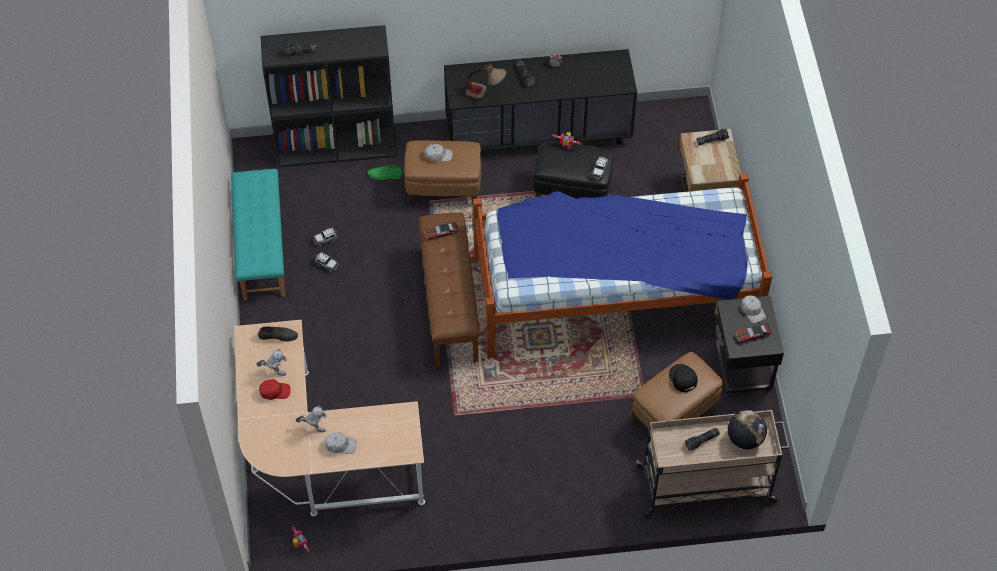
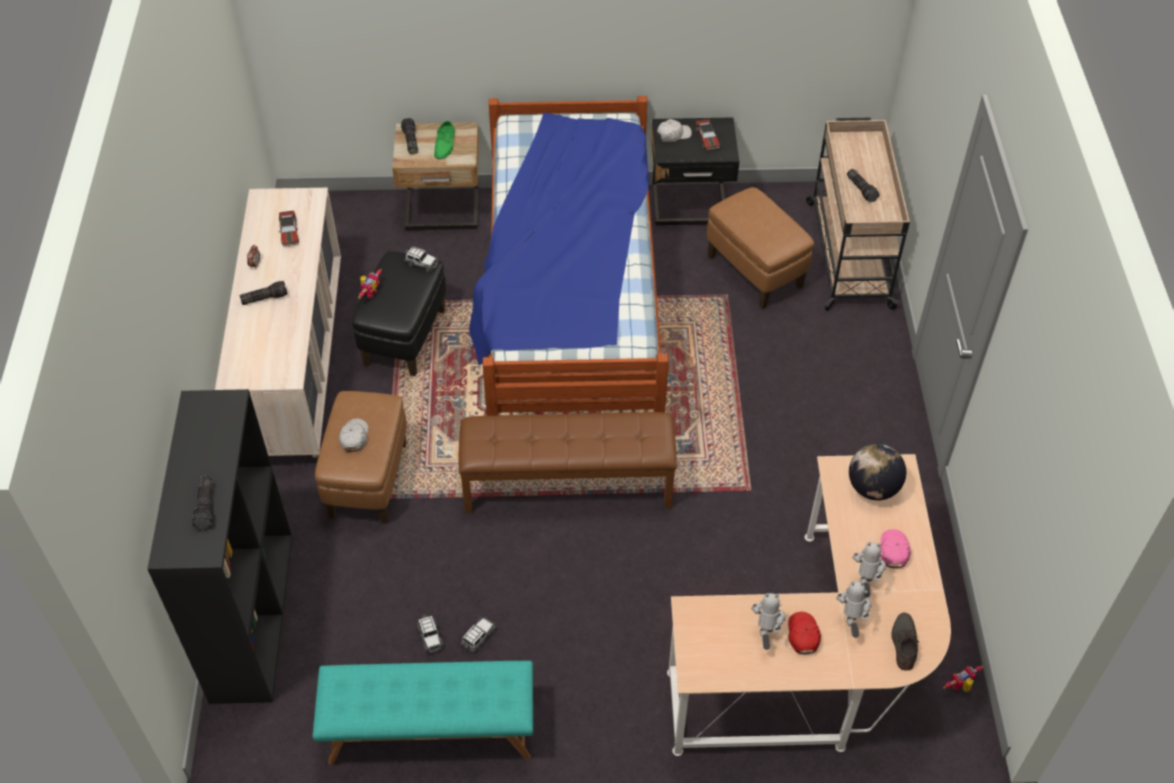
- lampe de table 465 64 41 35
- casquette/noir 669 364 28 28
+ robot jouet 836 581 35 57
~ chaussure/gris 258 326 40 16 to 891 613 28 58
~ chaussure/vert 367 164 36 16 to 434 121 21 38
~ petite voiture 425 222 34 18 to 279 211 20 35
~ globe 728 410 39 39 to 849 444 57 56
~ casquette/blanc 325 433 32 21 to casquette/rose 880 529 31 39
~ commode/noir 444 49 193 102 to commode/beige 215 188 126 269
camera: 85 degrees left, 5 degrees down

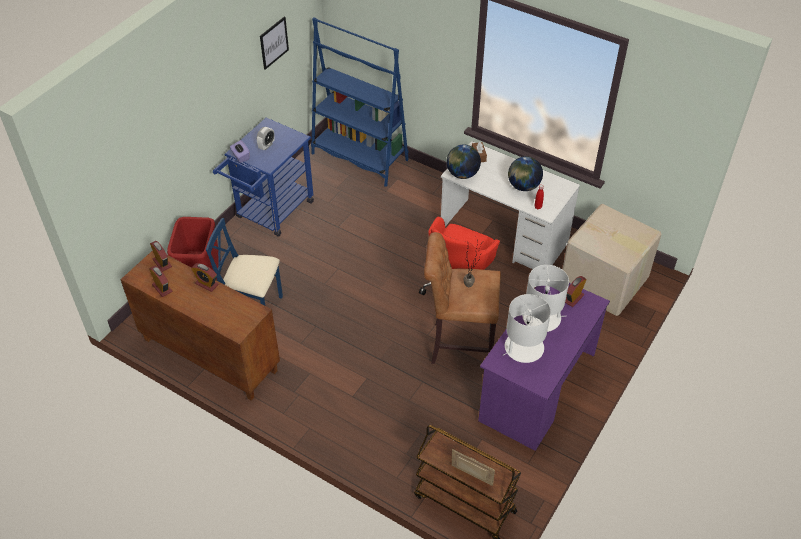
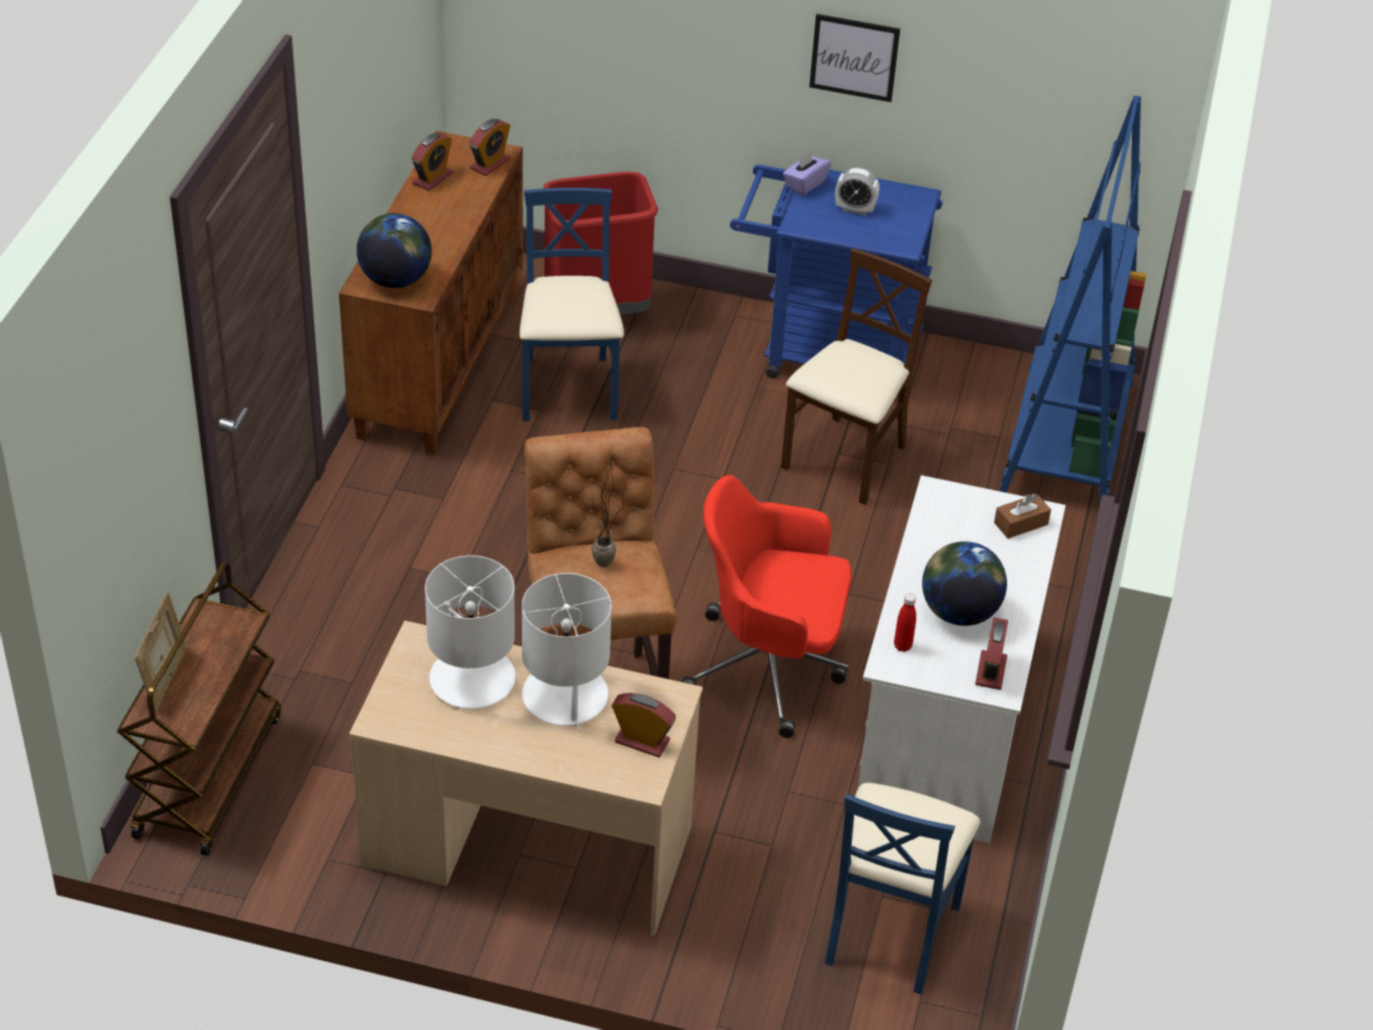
+ chaise/beige 781 248 151 257
~ réveil 191 263 28 29 to 975 618 33 72
~ tableau 260 16 29 54 to 809 14 91 88
~ globe 446 144 35 35 to 357 213 75 75
~ carton 562 204 100 112 to chaise/bleu 825 783 155 211
~ bureau/violet 478 283 132 168 to bureau/beige 349 620 354 316
camera: 70 degrees right, 5 degrees down

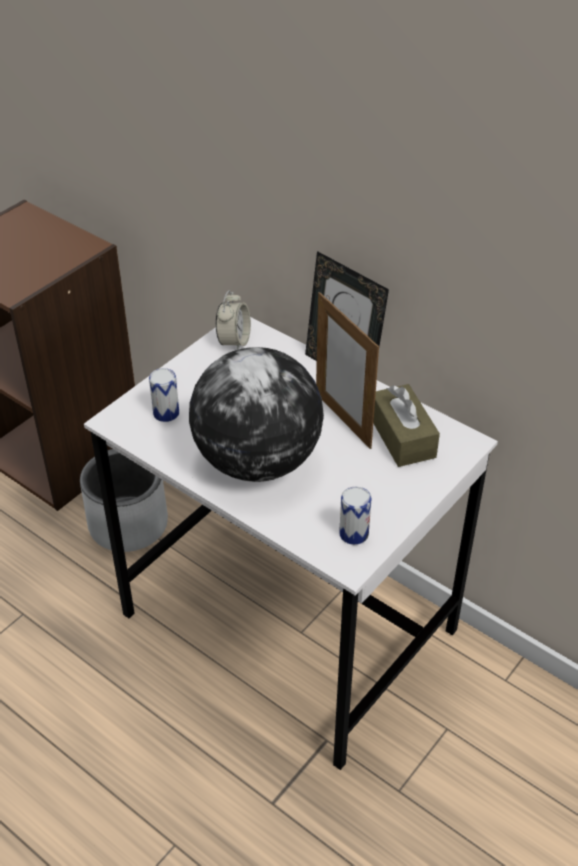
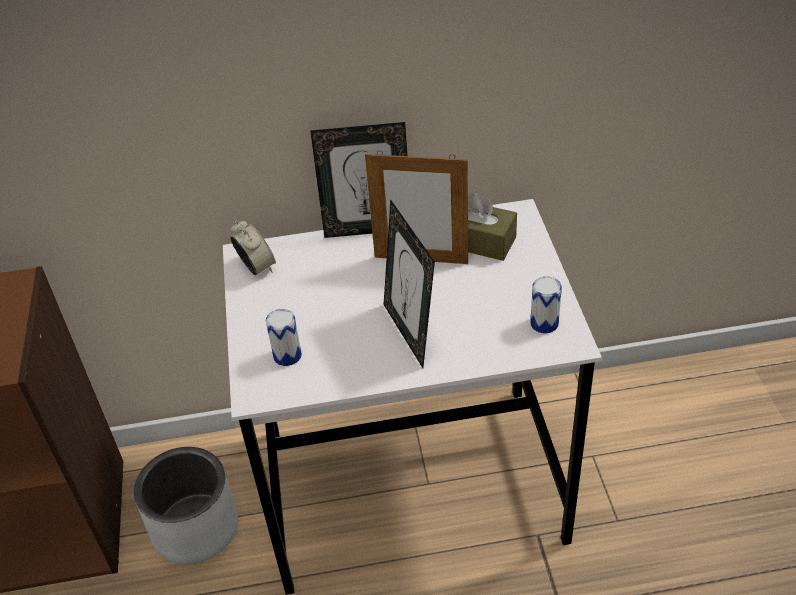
~ globe 189 347 135 135 to cadre photo 384 199 51 169
camera: 45 degrees left, 0 degrees up

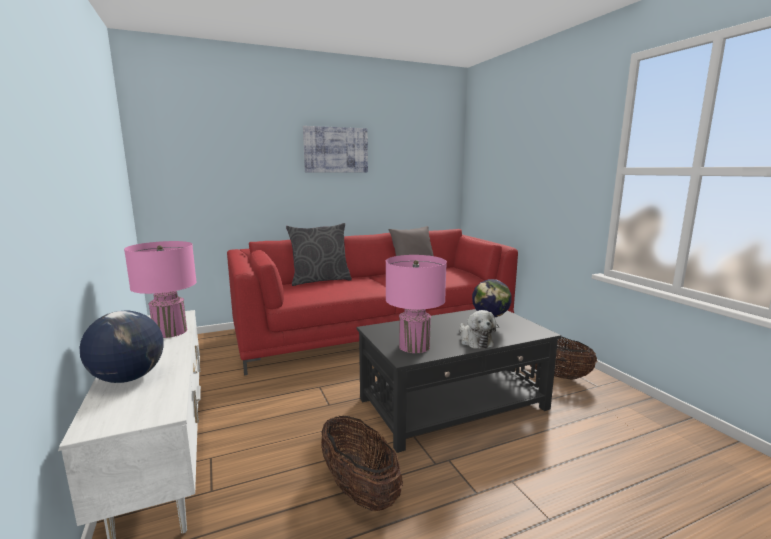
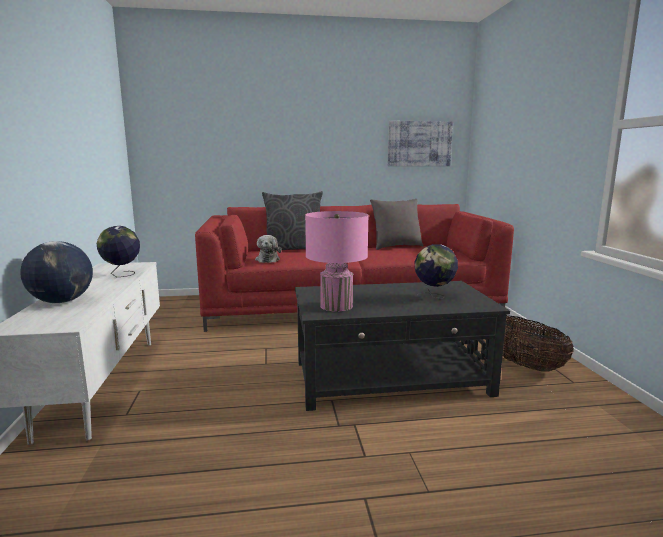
- panier 321 415 82 96
~ tableau 303 126 65 47 to 388 121 65 45
~ peluche 459 310 37 39 to 255 235 26 28
~ lampe de table/rose 124 241 73 97 to globe 97 226 43 51
camera: 15 degrees right, 0 degrees up

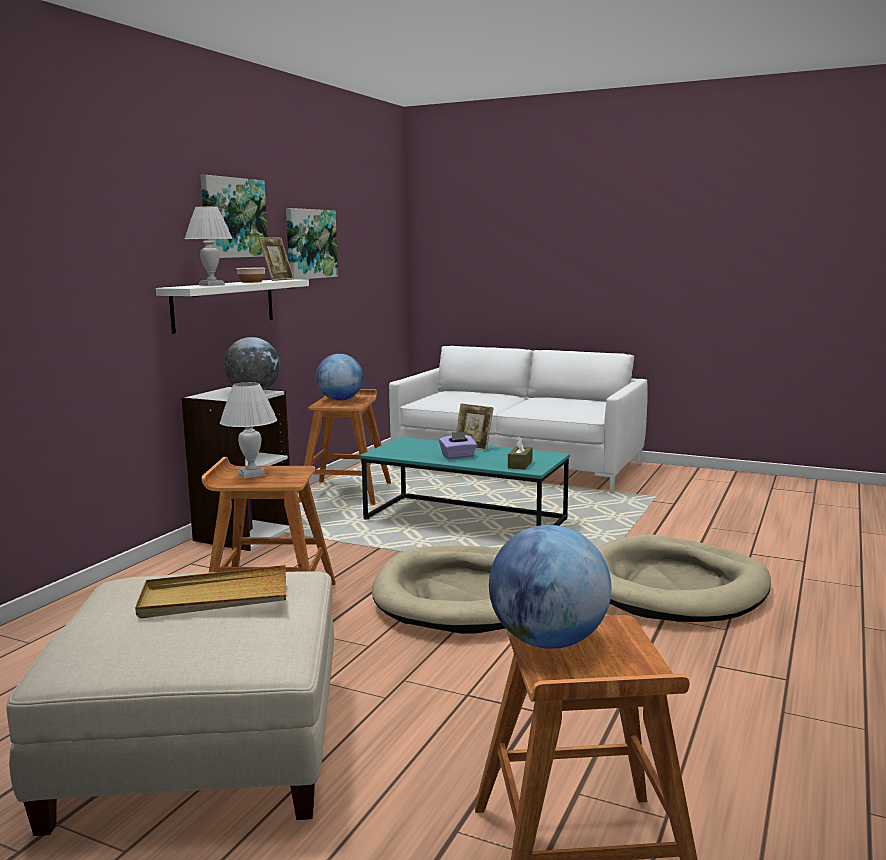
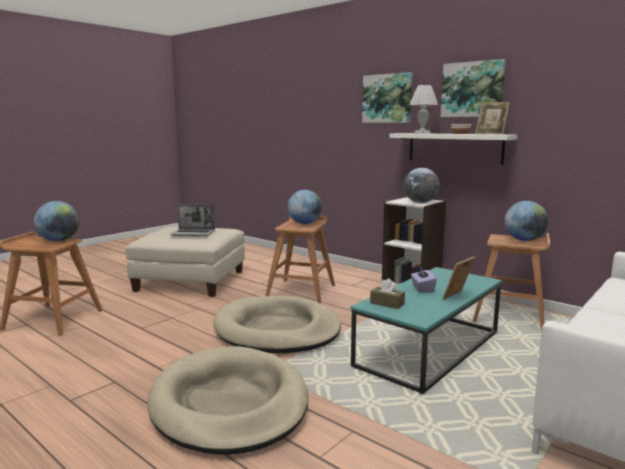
~ tableau 286 208 52 72 to 362 72 51 51
~ plateau/beige 135 565 151 54 to ordinateur portable 170 205 45 31
~ lampe de table/blanc 220 382 57 96 to globe 287 190 35 34
camera: 105 degrees right, 0 degrees up

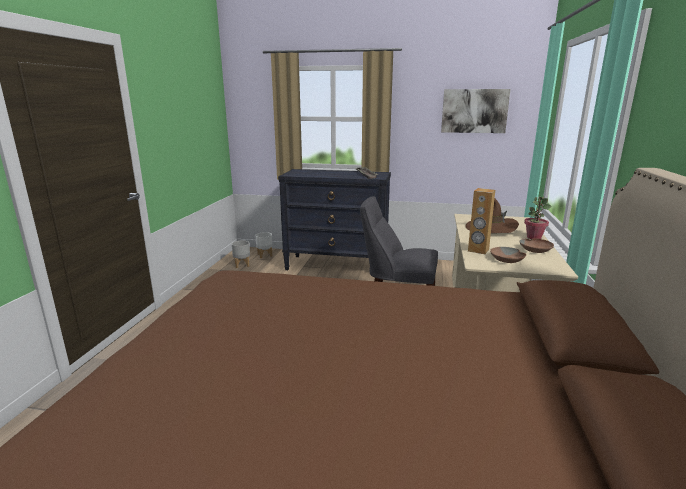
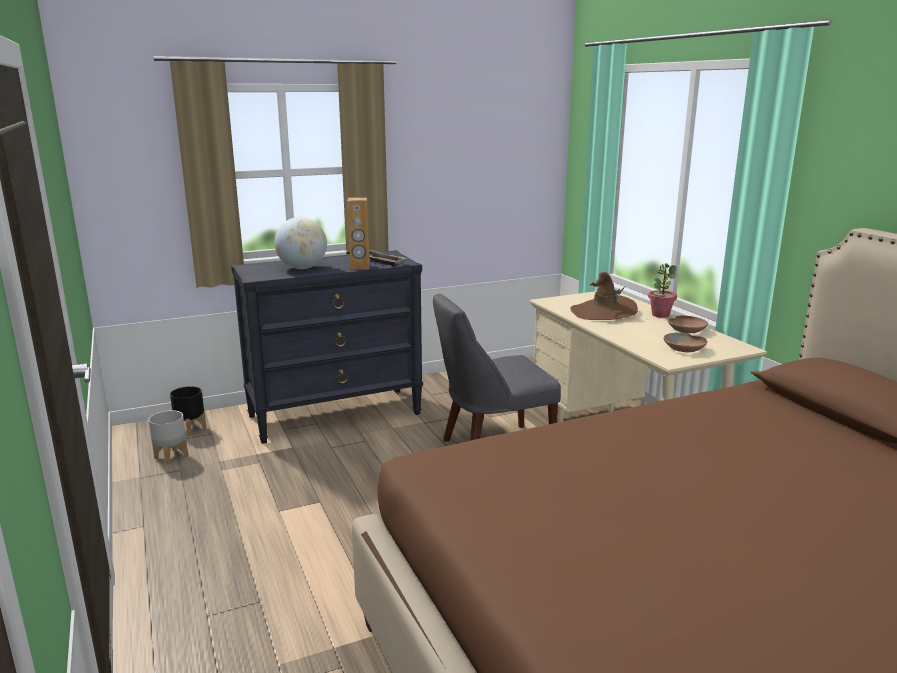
- tableau 441 89 70 44
+ globe 274 217 53 52
~ enceinte/marron 468 188 27 66 to 347 198 23 71
~ cache-pot/blanc 255 232 18 26 to cache-pot/noir 170 386 36 50
camera: 35 degrees left, 0 degrees up

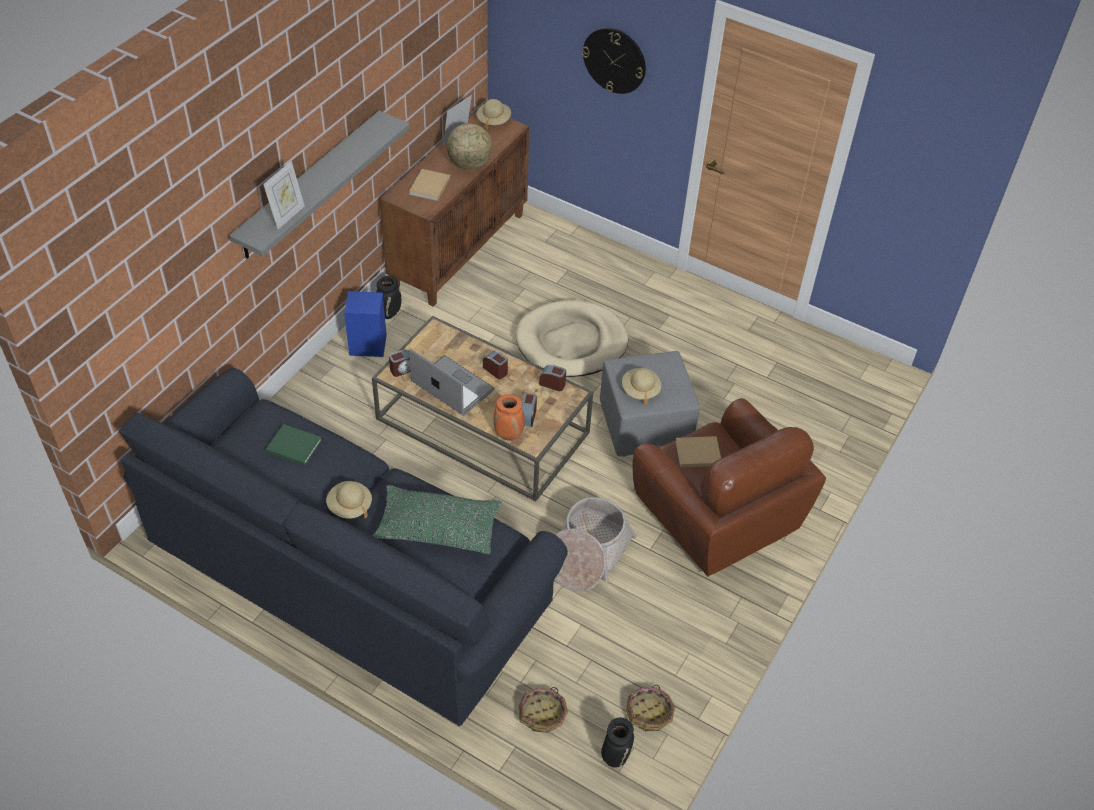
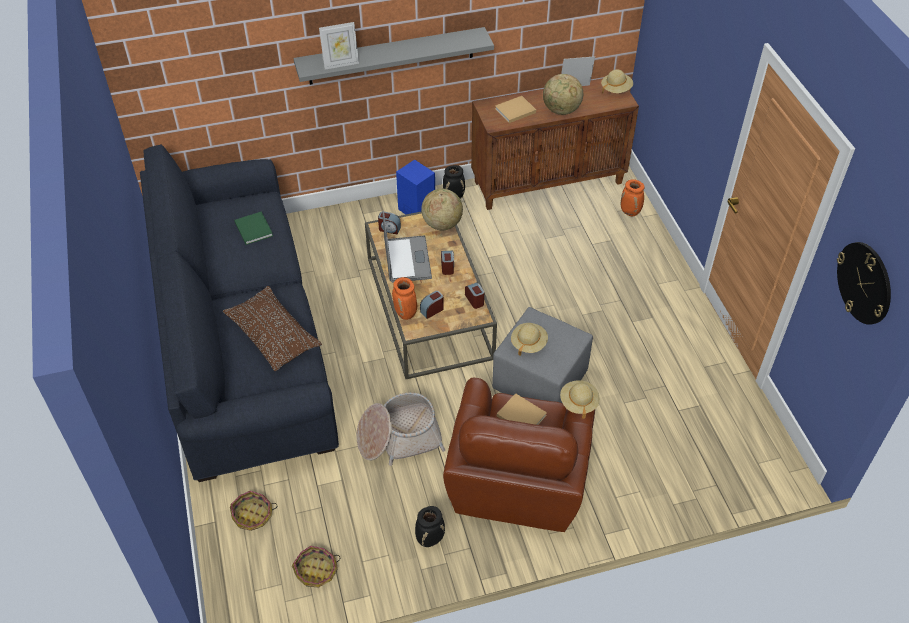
- panier pour chien/beige 516 300 112 77
+ globe 421 189 42 41
+ vase/orange 621 179 24 37
~ chapeau/beige 326 481 46 38 to 560 380 40 39
~ horloge murale 582 28 64 66 to 837 242 54 83
~ vase/noir 601 718 33 49 to 415 506 30 41
~ coussin/vert 373 485 129 69 to coussin/marron 223 286 99 85
camera: 45 degrees right, 0 degrees up

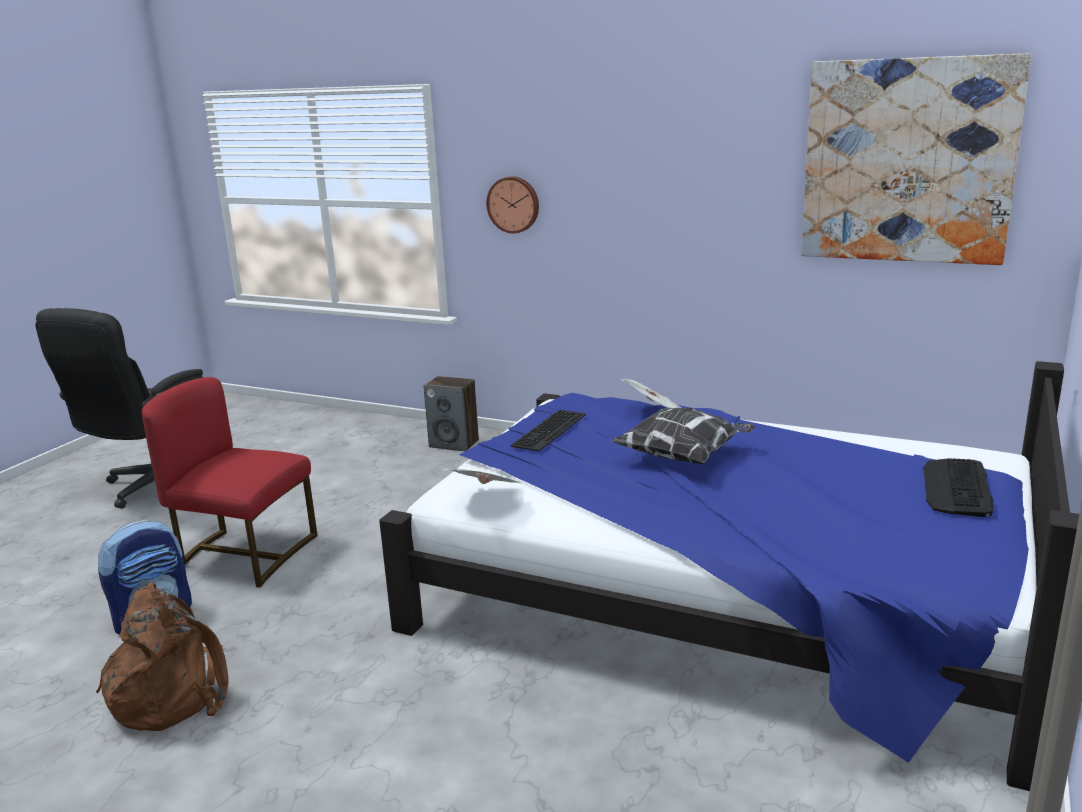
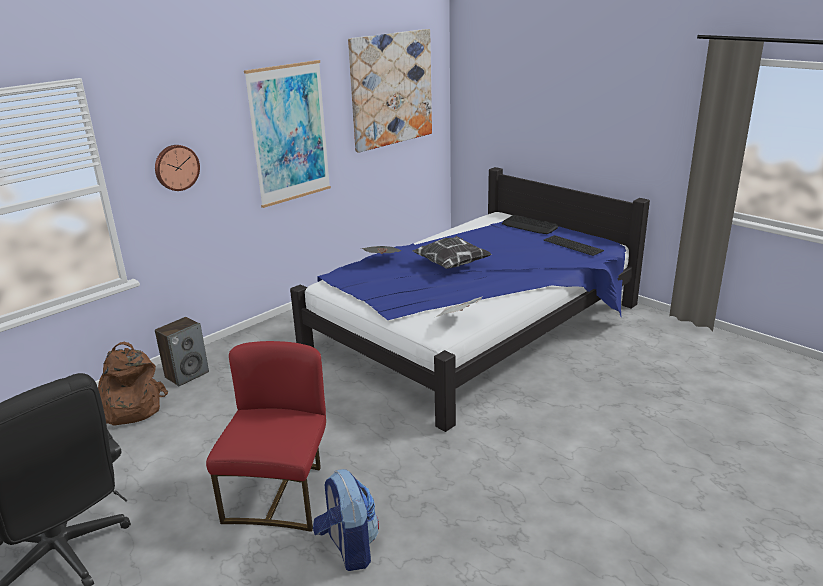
+ tableau 244 60 87 148
~ sac à dos/marron 96 582 133 149 to 98 342 70 84
~ clavier 510 410 76 41 to 543 235 61 21
~ chaise/rouge 142 377 175 211 = 206 341 120 191 150 degrees clockwise
camera: 70 degrees left, 5 degrees up

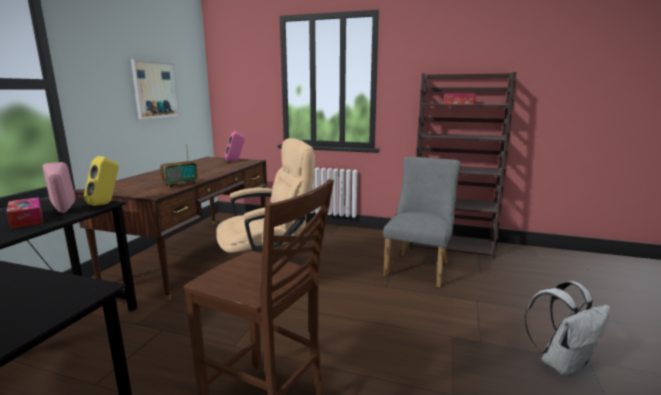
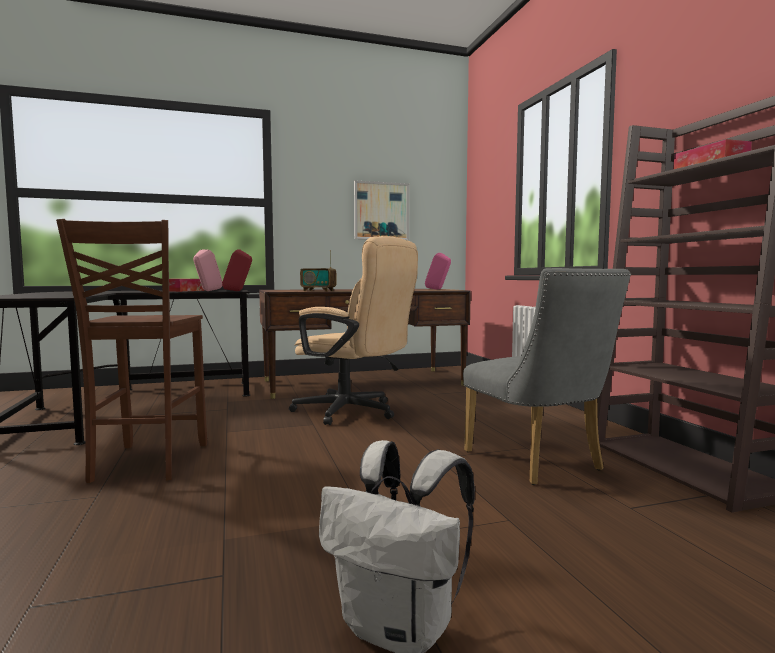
~ enceinte/jaune 84 156 35 50 to enceinte/rouge 222 249 30 42
~ chaise/gris 383 157 78 131 = 463 268 168 217 75 degrees clockwise
camera: 55 degrees right, 10 degrees down

